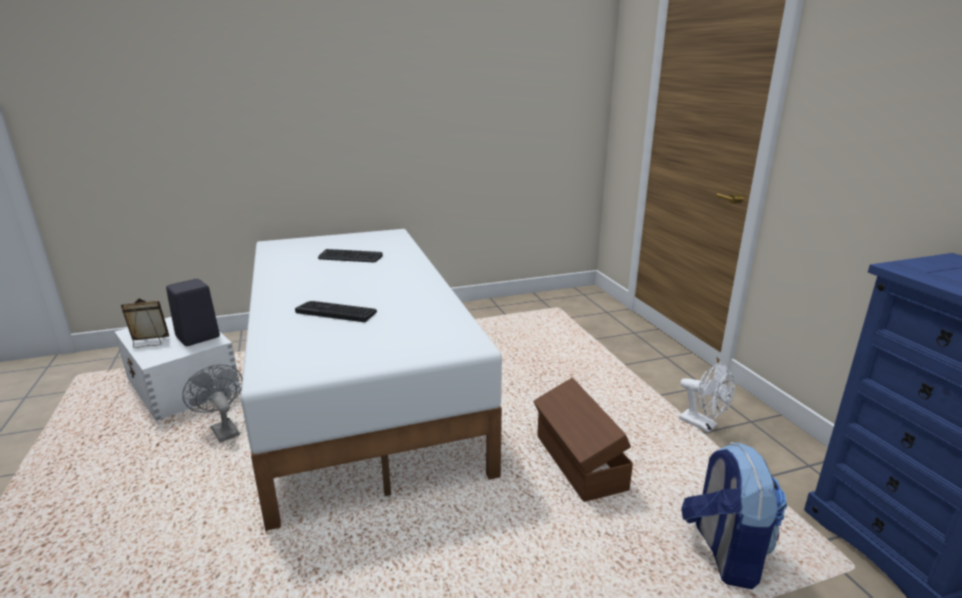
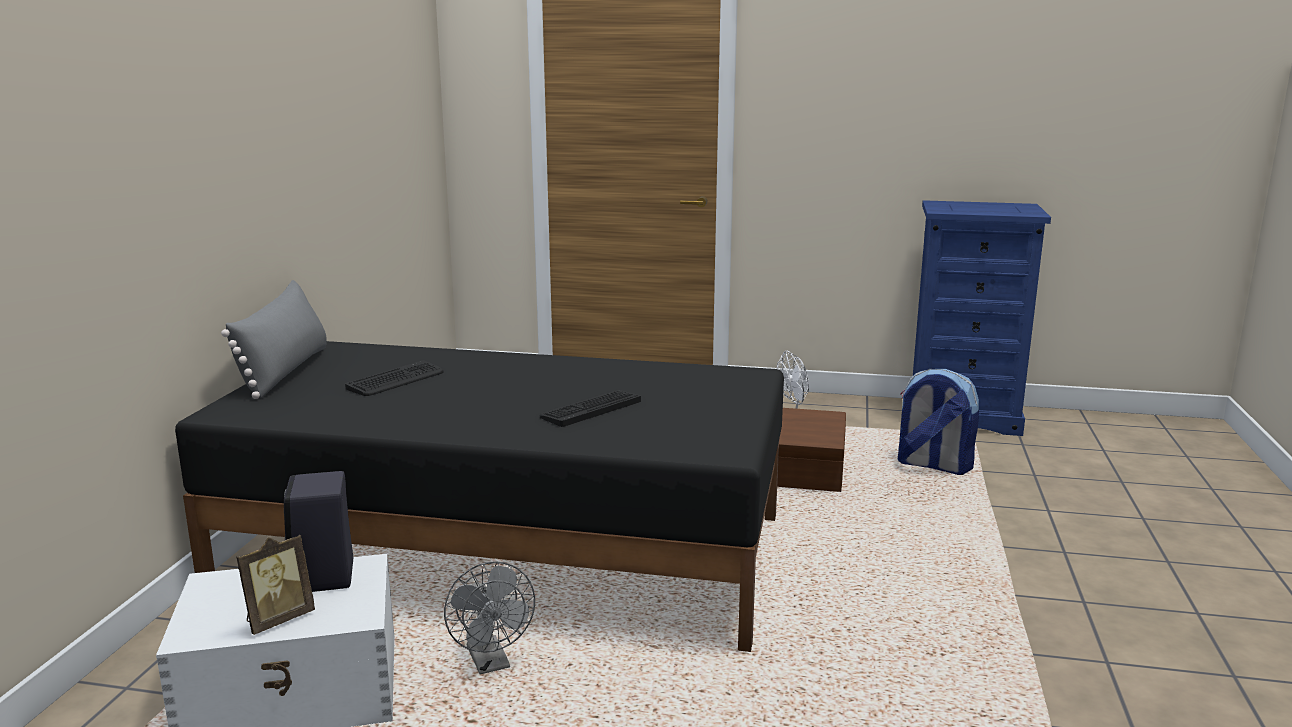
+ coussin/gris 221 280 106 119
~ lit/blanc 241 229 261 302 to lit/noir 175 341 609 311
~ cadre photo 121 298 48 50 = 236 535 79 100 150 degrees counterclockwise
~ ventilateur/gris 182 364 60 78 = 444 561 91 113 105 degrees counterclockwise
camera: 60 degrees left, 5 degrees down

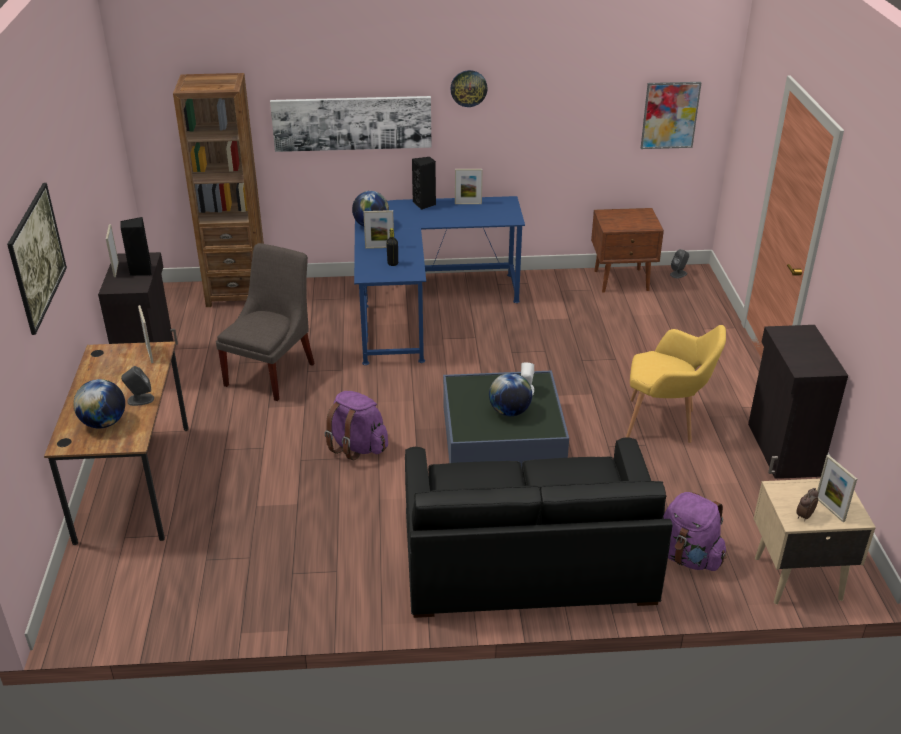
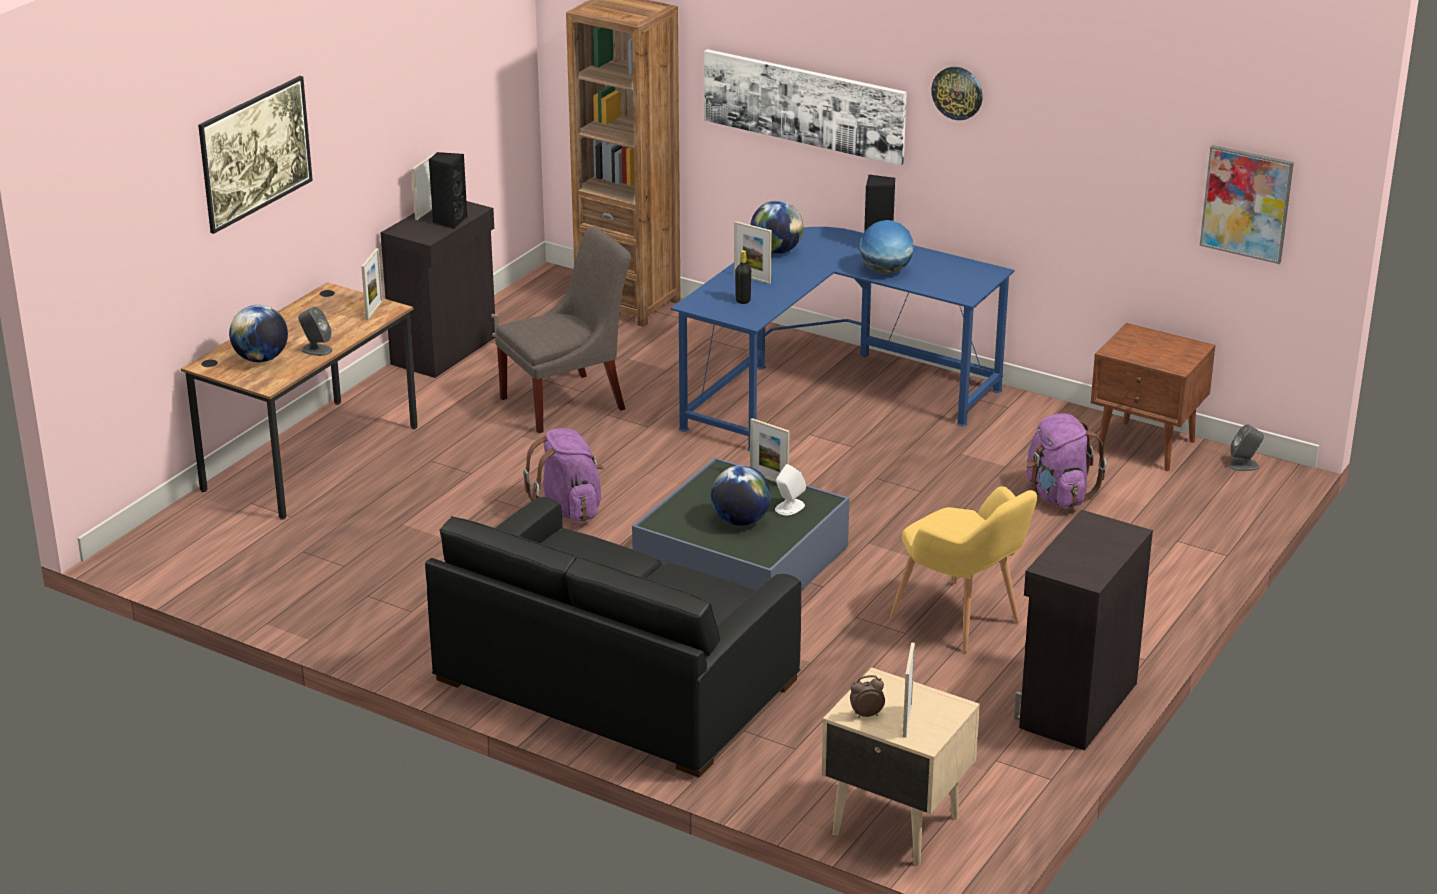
+ globe 860 220 54 54
~ cadre photo 455 169 27 35 to 750 418 40 64
~ sac à dos/violet 663 492 63 79 to 1027 413 80 95
camera: 35 degrees right, 5 degrees down

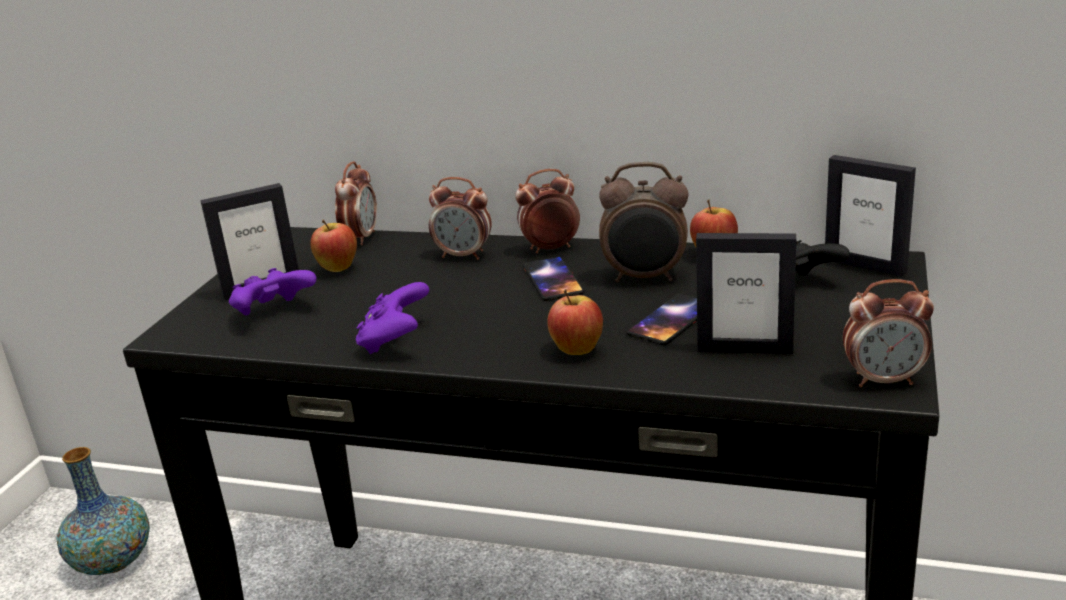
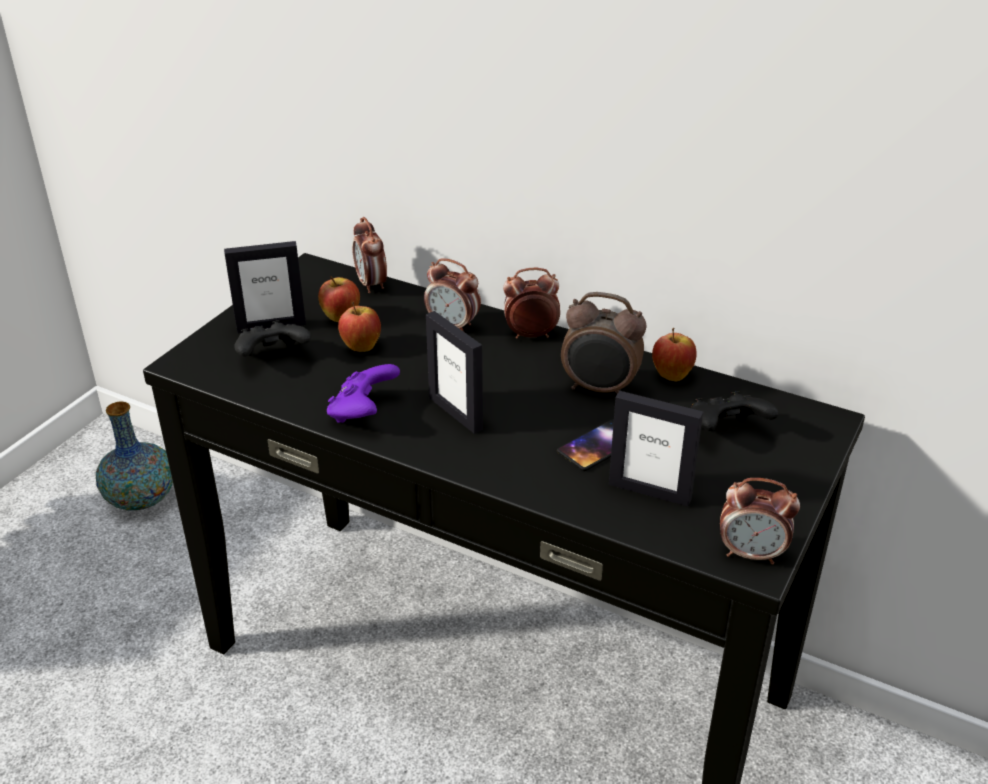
- téléphone 523 257 61 44
~ pomme 547 289 56 66 to 338 302 43 50
~ cadre photo 825 155 91 122 to 426 311 57 123
~ manette/violet 229 268 87 47 to manette/noir 234 320 77 37
~ réveil 335 161 42 84 = 352 217 35 76 135 degrees clockwise
camera: 10 degrees right, 10 degrees up

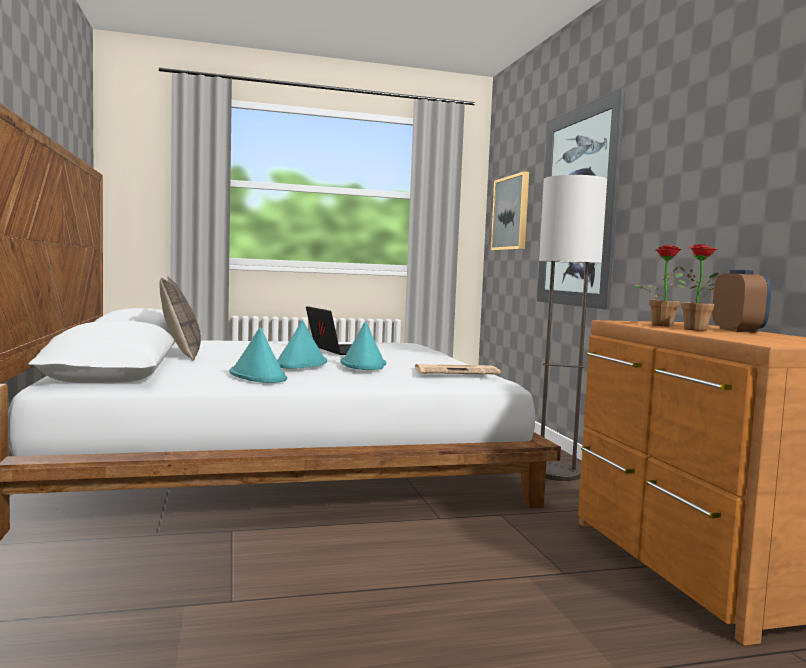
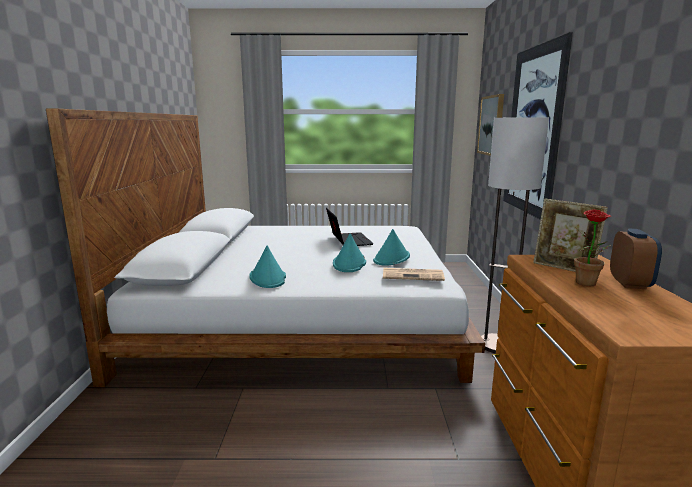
- coussin 160 276 41 85
~ chapeau/turquoise 277 320 50 49 to 373 229 37 37
~ plante en pot 635 245 52 81 to cadre photo 533 198 75 74
camera: 15 degrees right, 10 degrees up

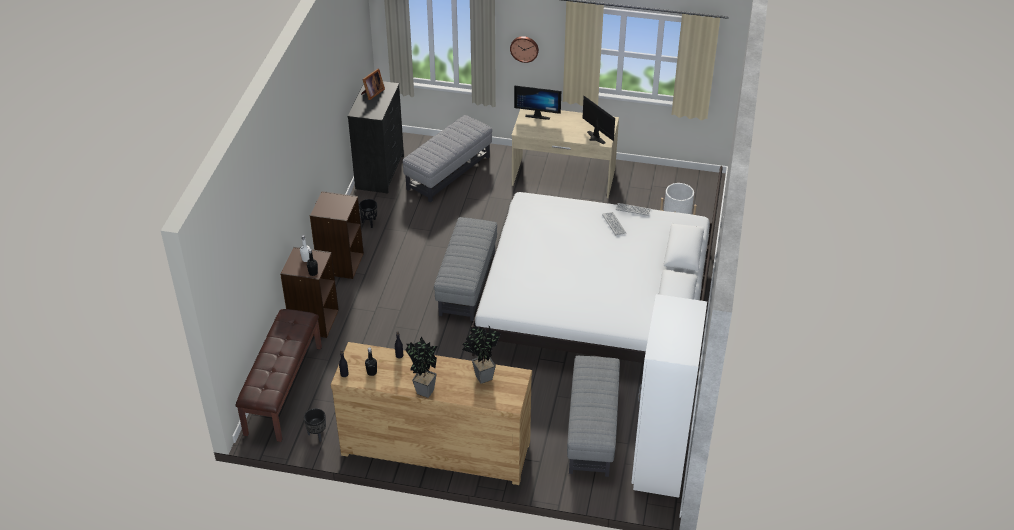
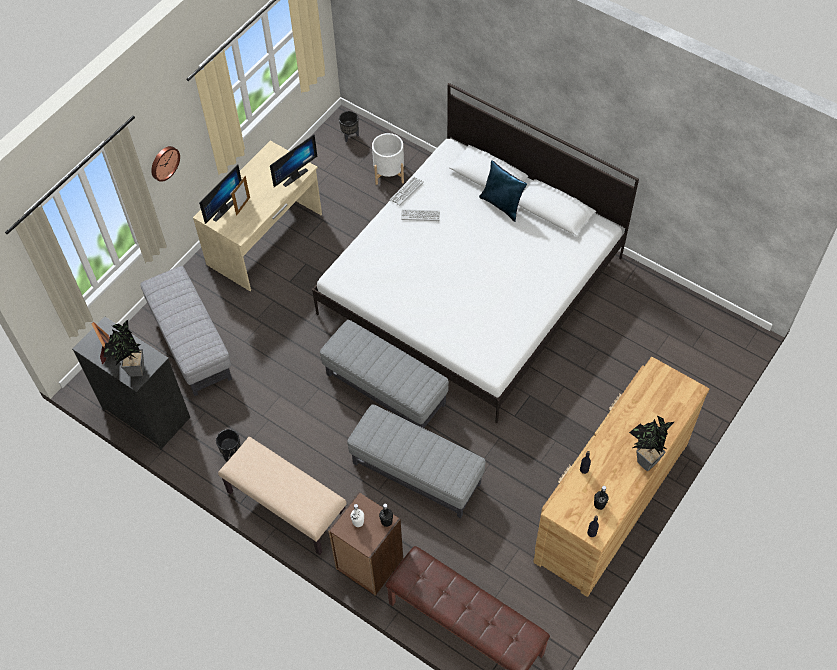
- armoire/blanc 631 294 76 204
+ cadre photo 231 176 19 40
+ coussin/bleu 479 160 48 62
~ cache-pot/noir 304 408 22 34 to 339 111 20 31
~ plante en pot 462 326 39 58 to 104 321 40 56
~ pouf/gris 567 356 53 121 to 347 405 139 113
~ bibliothèque/marron 310 191 54 88 to banc/beige 218 437 129 118
~ écran d'ordinateur 583 96 32 48 = 270 134 47 53 150 degrees clockwise
camera: 65 degrees left, 15 degrees up

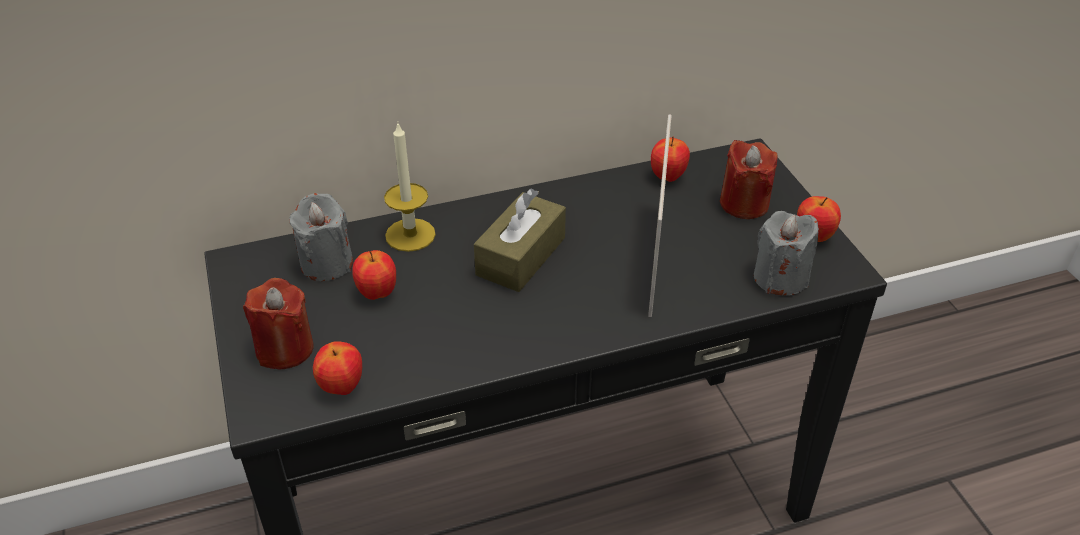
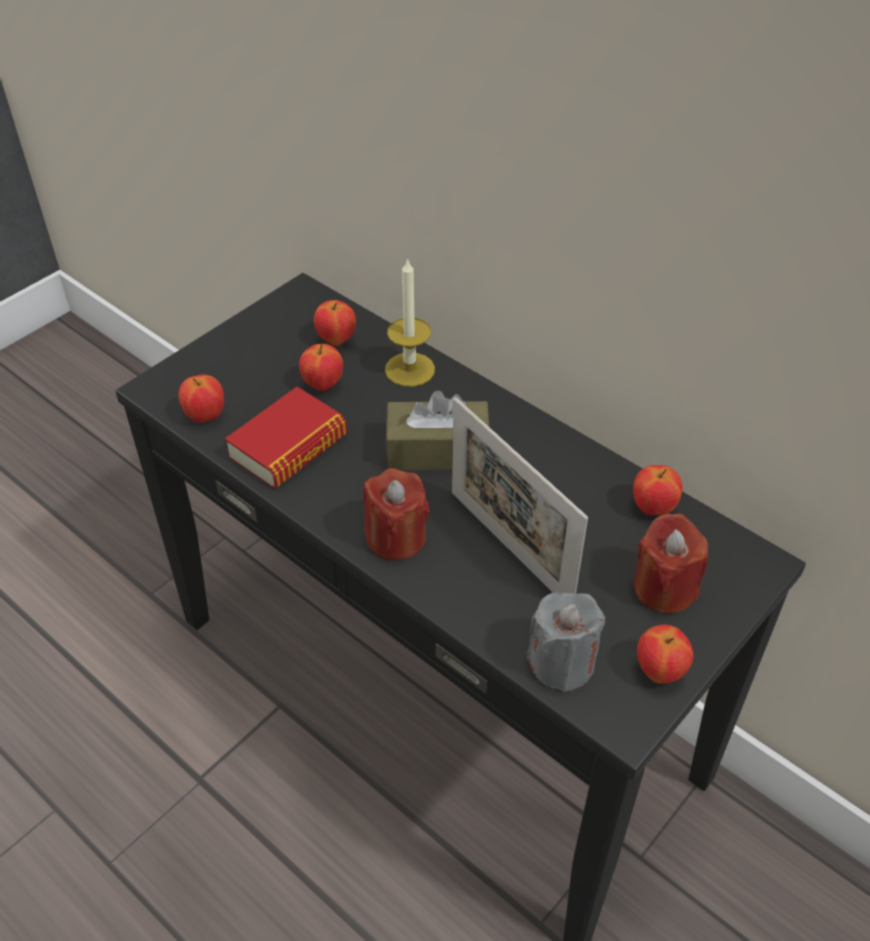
+ livre 225 387 122 102
~ bougie/rouge 243 278 71 92 to 363 468 67 93
~ bougie/gris 289 193 64 88 to pomme 314 300 42 46
~ cadre photo 648 114 24 203 = 452 398 136 195 75 degrees clockwise
camera: 60 degrees right, 5 degrees up

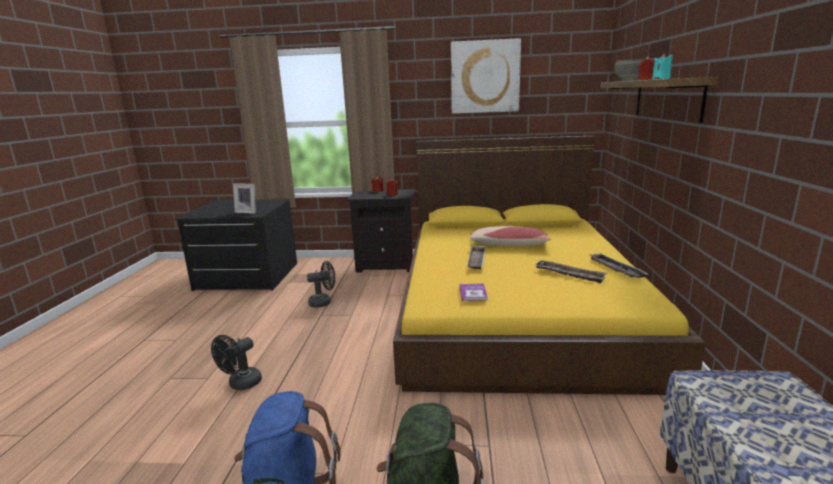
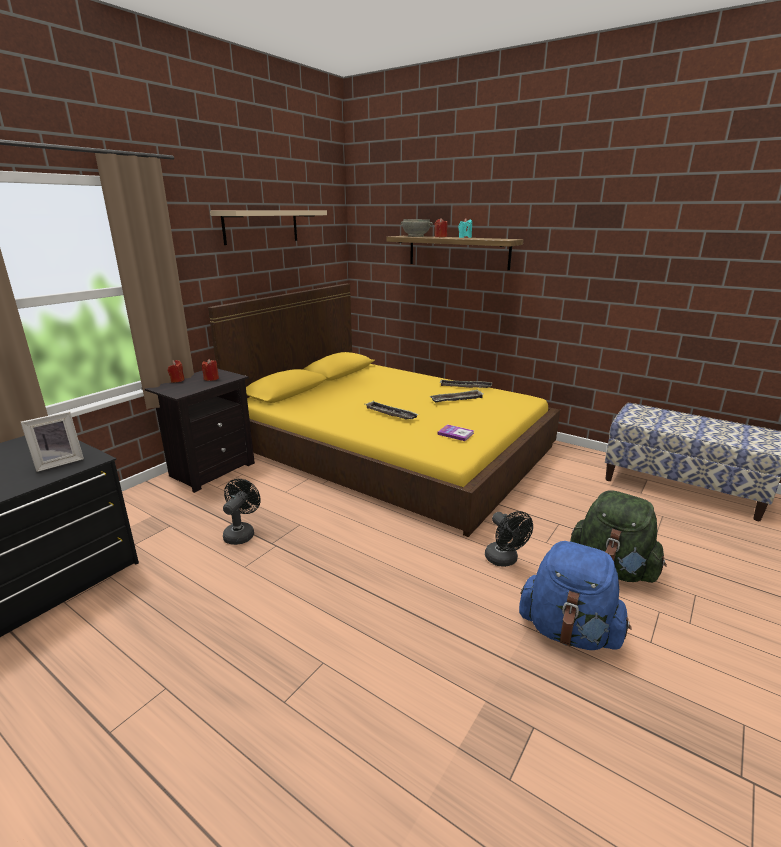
- coussin 470 226 81 20
~ ventilateur/noir 211 335 51 55 to 485 511 48 56
~ tableau 451 38 70 76 to étagère/beige 210 211 117 34
camera: 60 degrees left, 5 degrees up

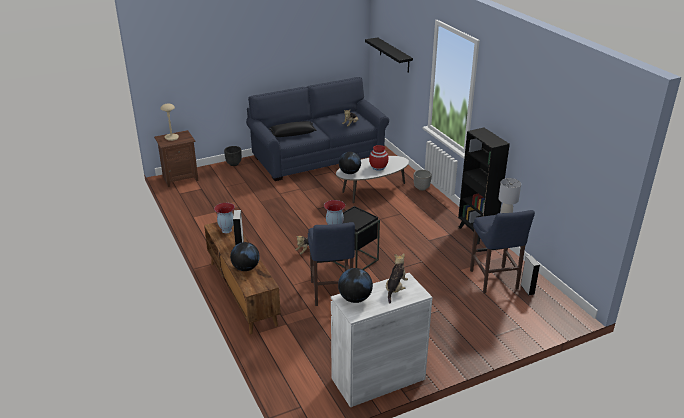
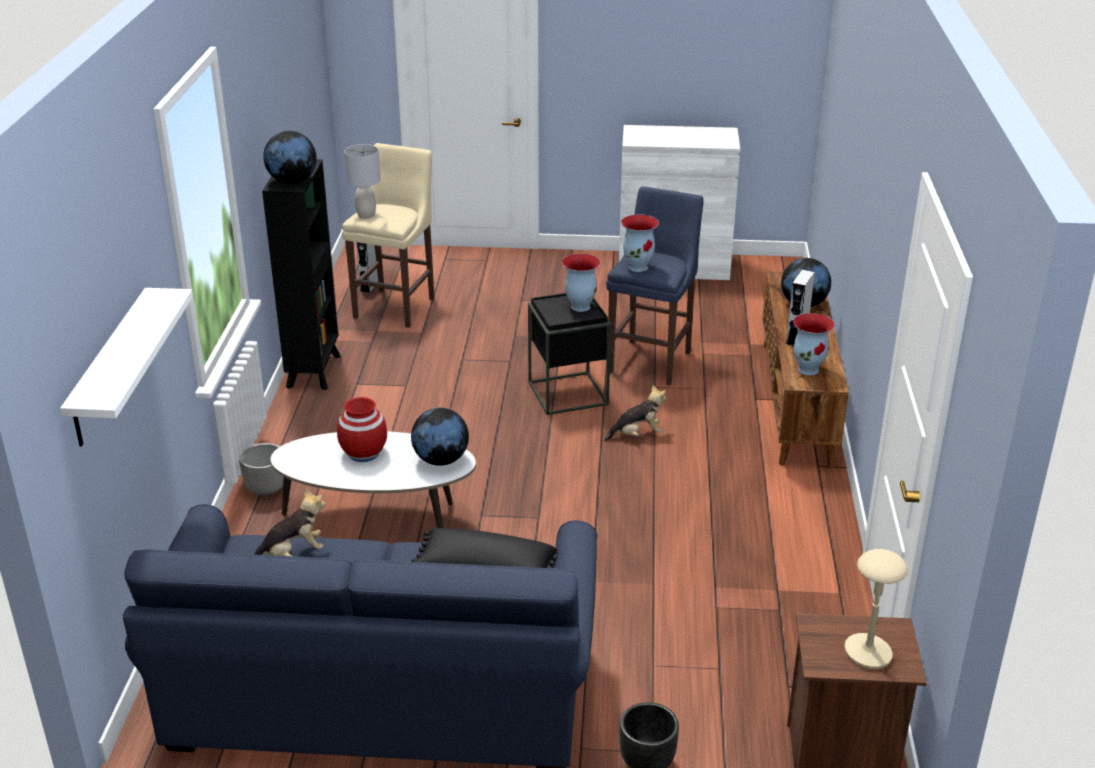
- peluche 386 253 22 50
+ vase 562 253 39 59
~ globe 338 268 35 35 to 263 131 54 53
~ étagère/noir 365 37 48 36 to étagère/blanc 60 288 133 159
~ tabouret/bleu 470 210 65 83 to tabouret/beige 342 143 93 185
camera: 150 degrees left, 0 degrees up

